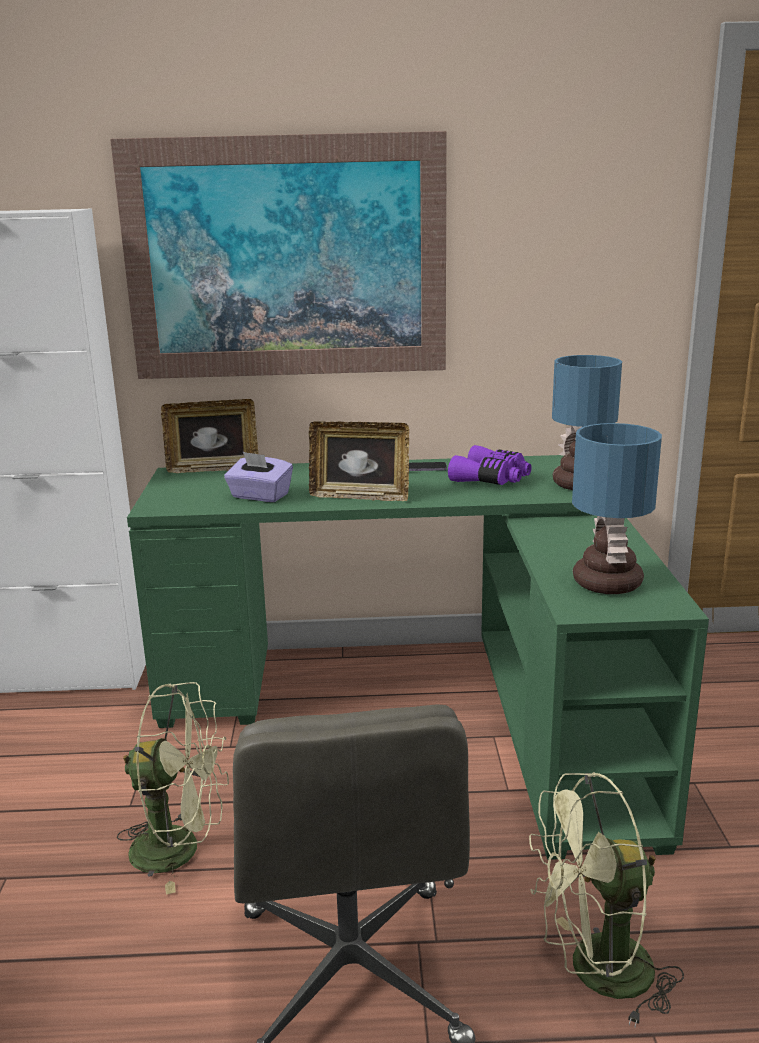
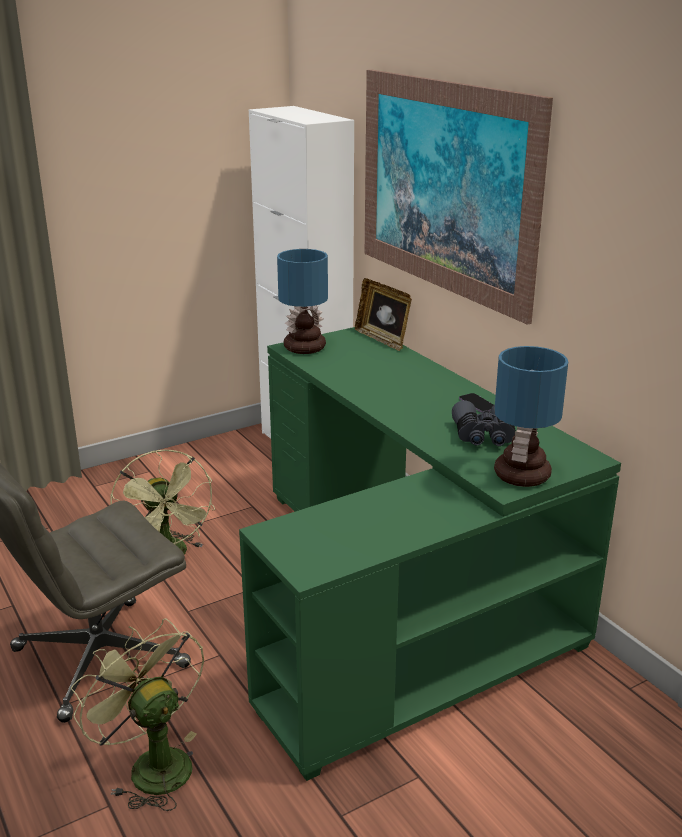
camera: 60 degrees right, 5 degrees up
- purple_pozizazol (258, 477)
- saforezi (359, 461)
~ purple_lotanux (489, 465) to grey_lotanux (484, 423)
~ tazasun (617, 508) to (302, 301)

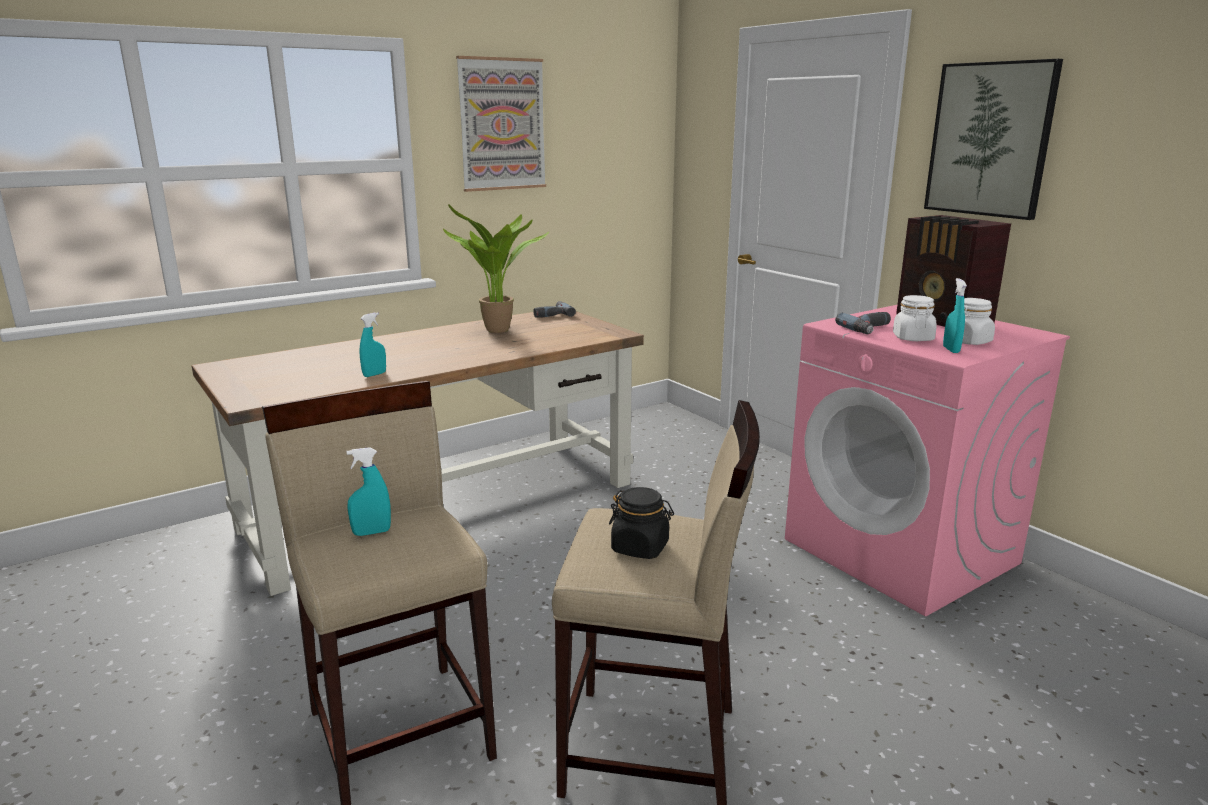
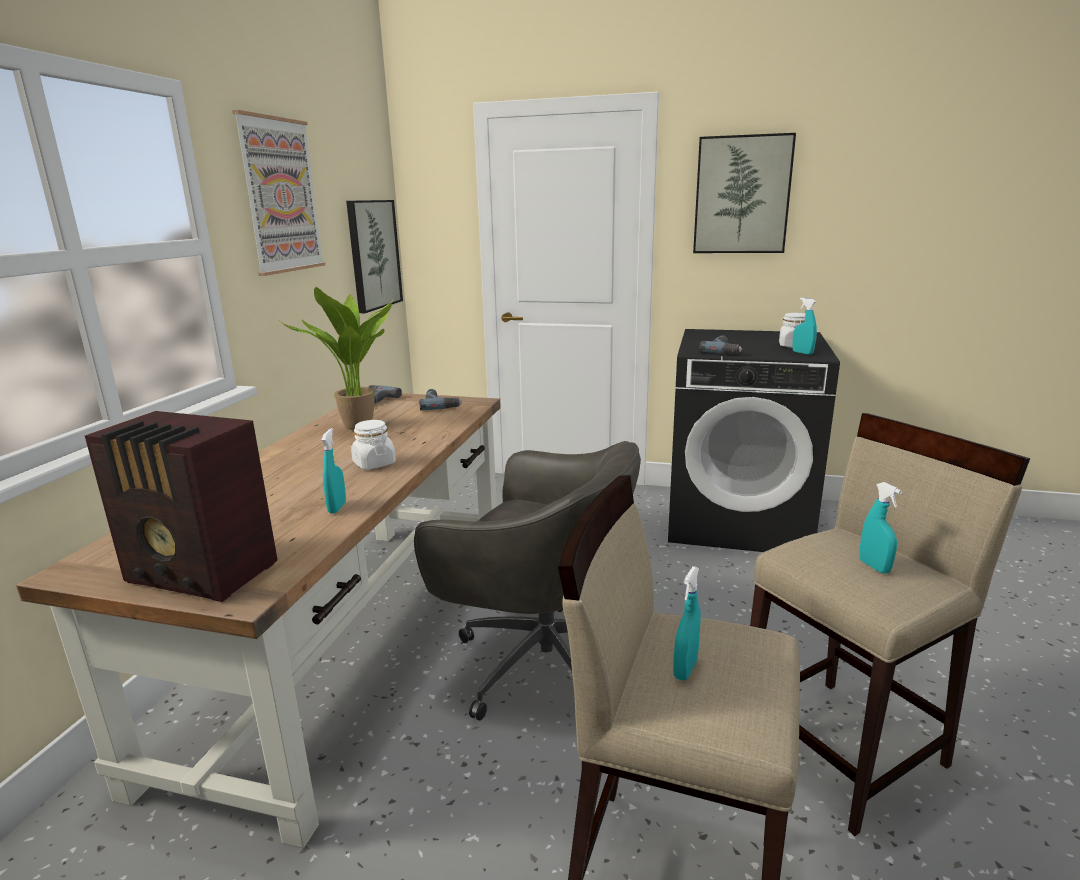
camera: 40 degrees left, 0 degrees up
~ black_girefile (641, 523) to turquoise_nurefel (880, 528)
~ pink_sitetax (927, 460) to black_sitetax (754, 440)
~ white_girefile (915, 318) to (373, 445)
~ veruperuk (953, 271) to (181, 506)
+ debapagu (374, 256)
+ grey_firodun (527, 581)
+ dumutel (440, 399)

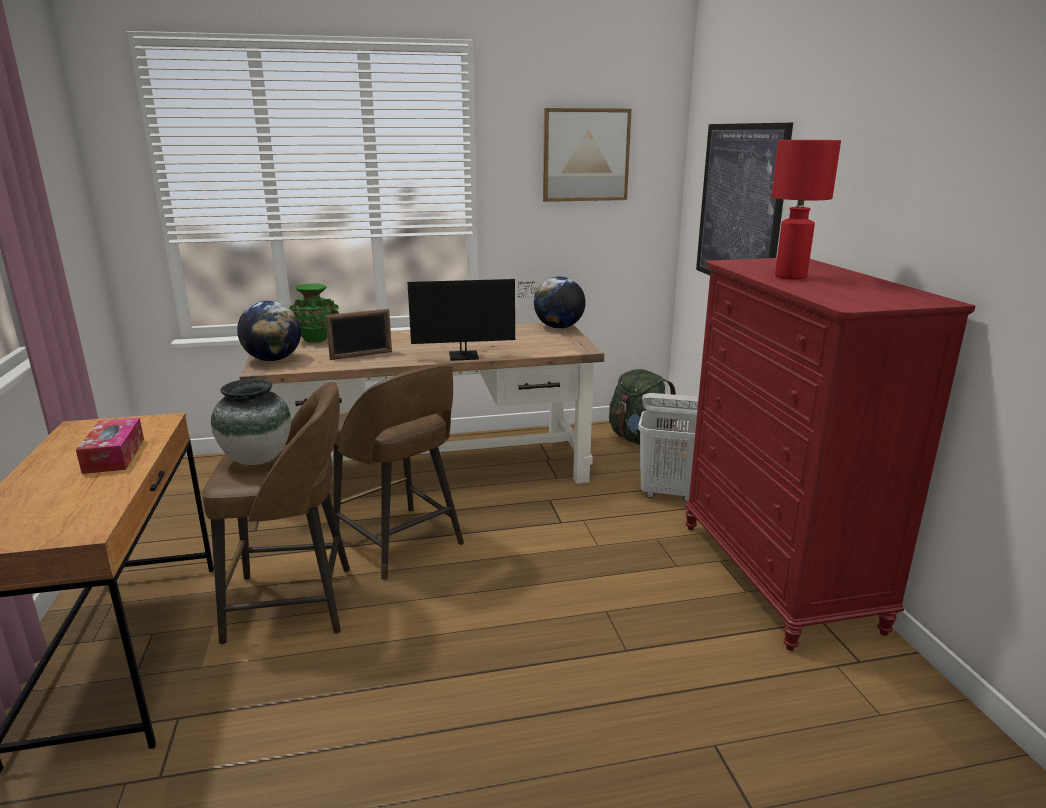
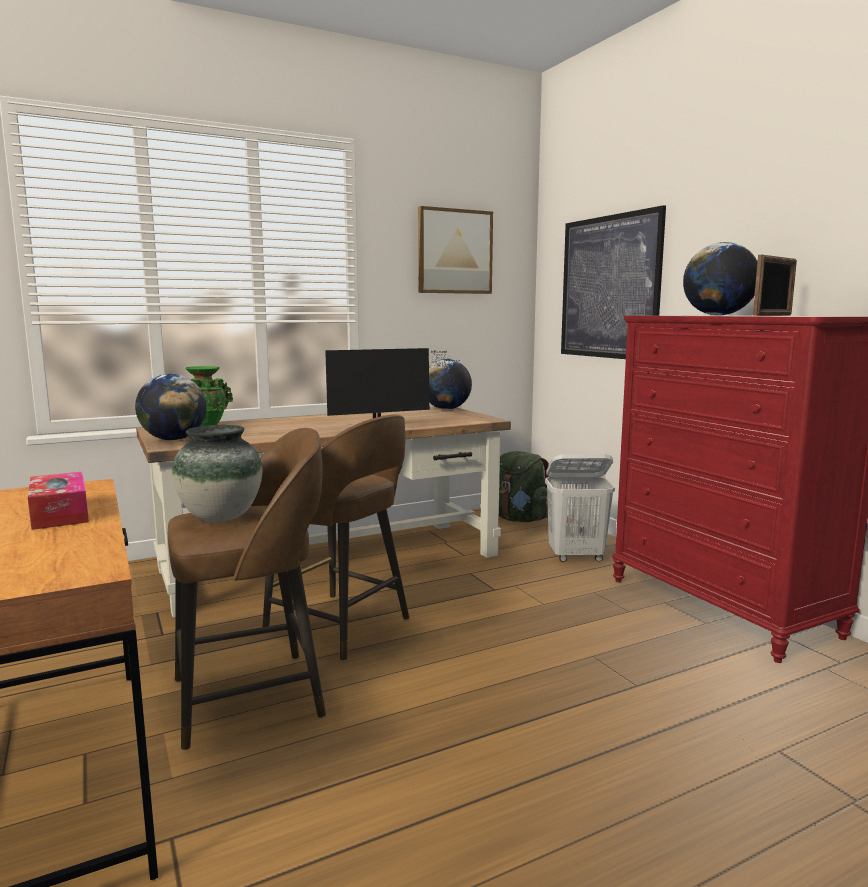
camera: 15 degrees left, 10 degrees down
~ saforezi (358, 334) to (775, 285)
~ red_tazasun (806, 209) to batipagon (720, 279)

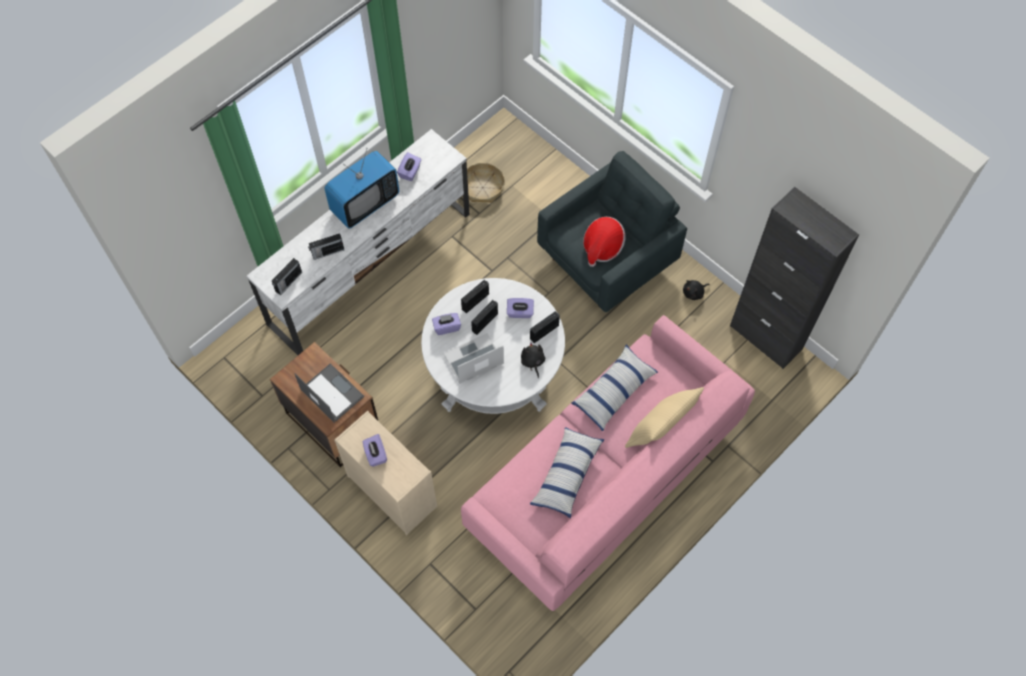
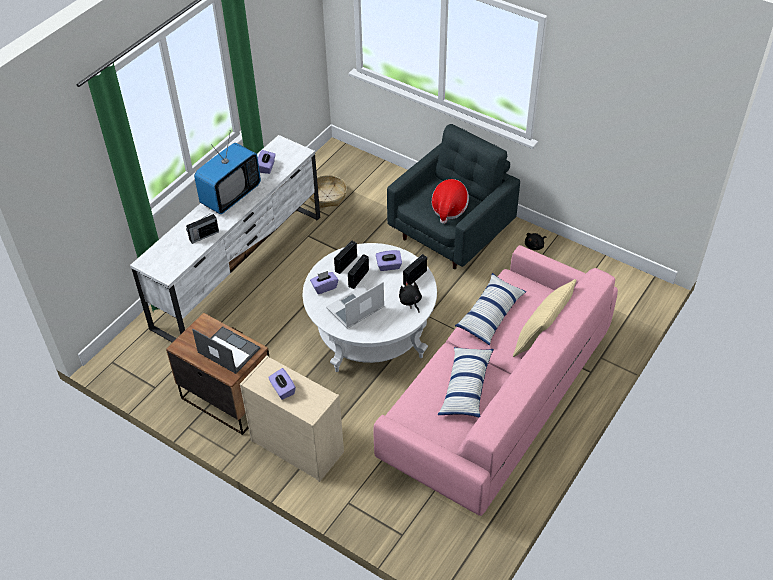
camera: 10 degrees left, 15 degrees down
- veruperuk (287, 276)
- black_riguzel (794, 278)

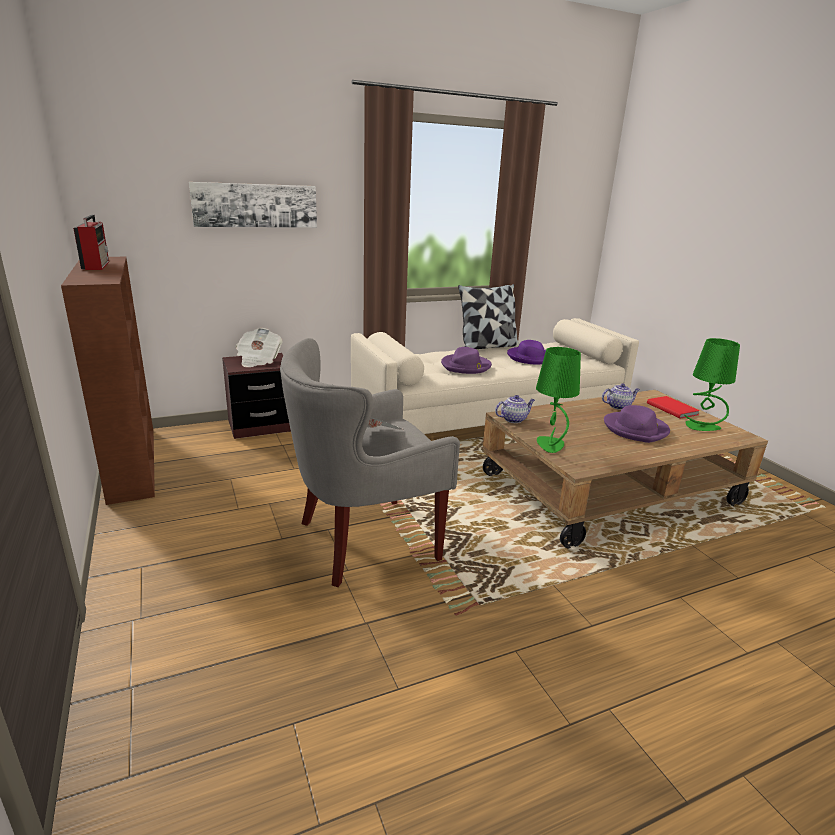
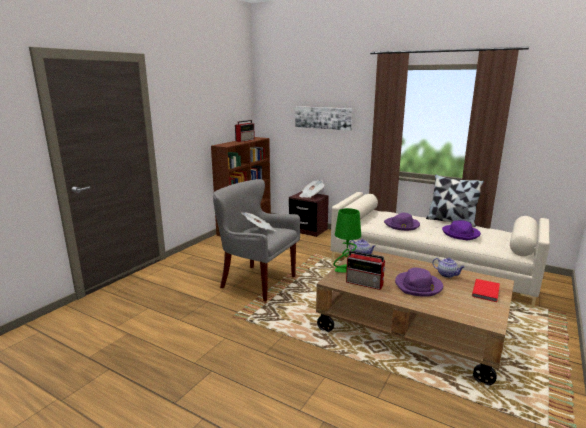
camera: 55 degrees right, 5 degrees down
- green_tazasun (712, 384)
+ veruperuk (366, 270)

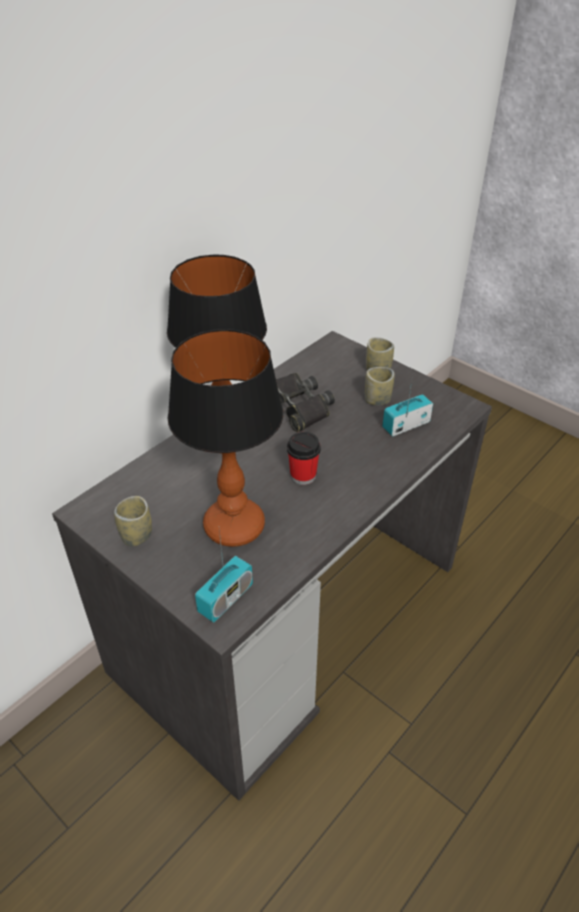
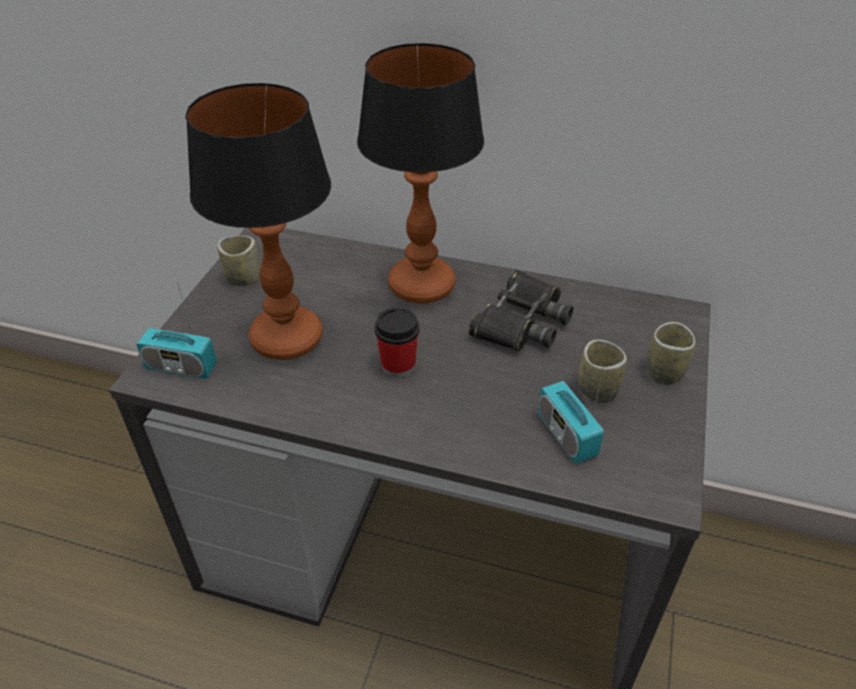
camera: 65 degrees right, 0 degrees up
~ veruperuk (407, 408) = (571, 412) 150 degrees counterclockwise

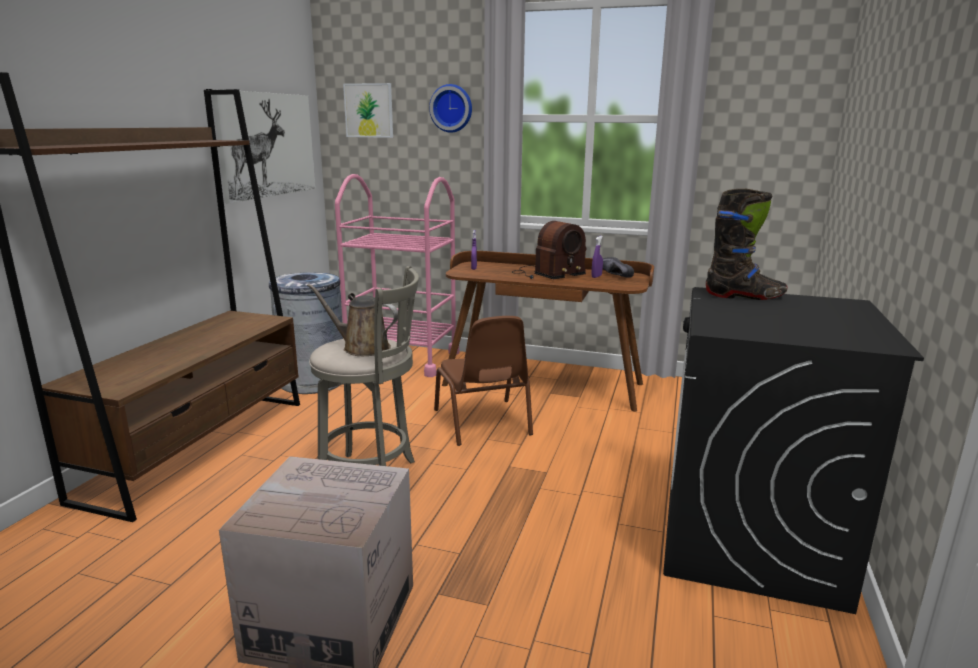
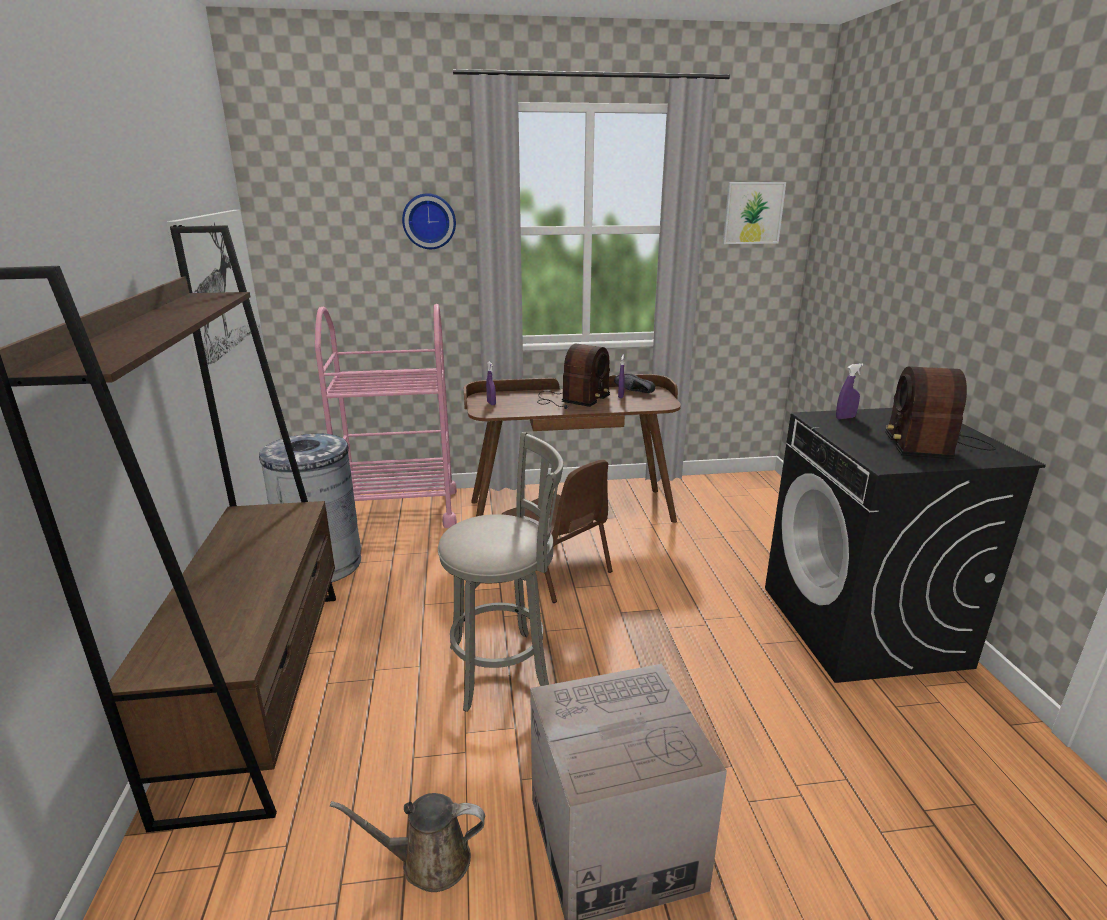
camera: 25 degrees left, 5 degrees up
~ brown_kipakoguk (352, 320) to (407, 842)
~ debapagu (368, 110) to (754, 213)
~ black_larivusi (746, 244) to purple_nurefel (849, 391)
+ veruperuk (940, 412)

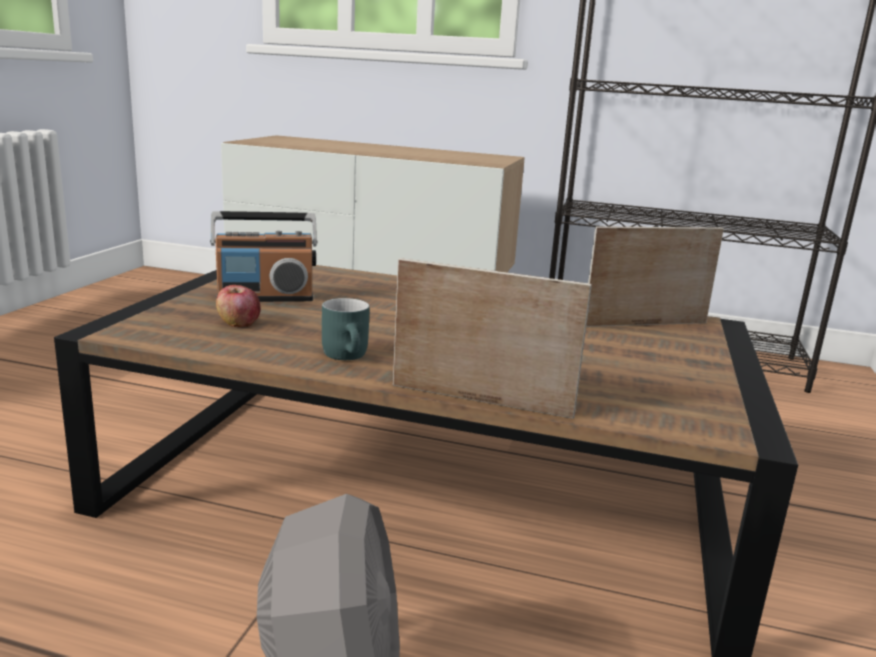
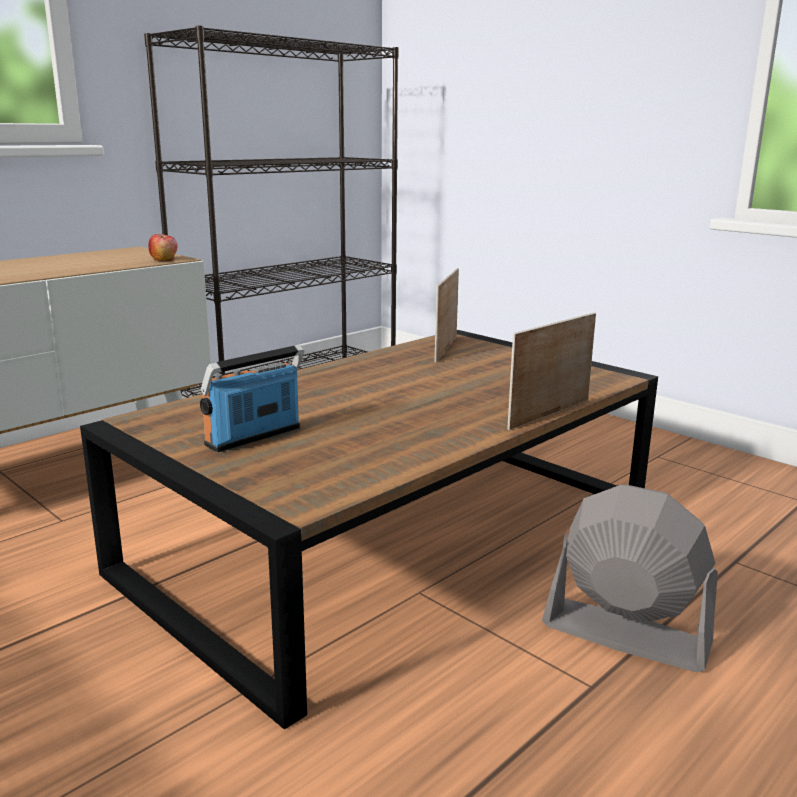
camera: 60 degrees left, 0 degrees up
~ veruperuk (263, 256) = (252, 398) 150 degrees counterclockwise
~ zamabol (238, 306) to (163, 247)
- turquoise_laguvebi (346, 329)

